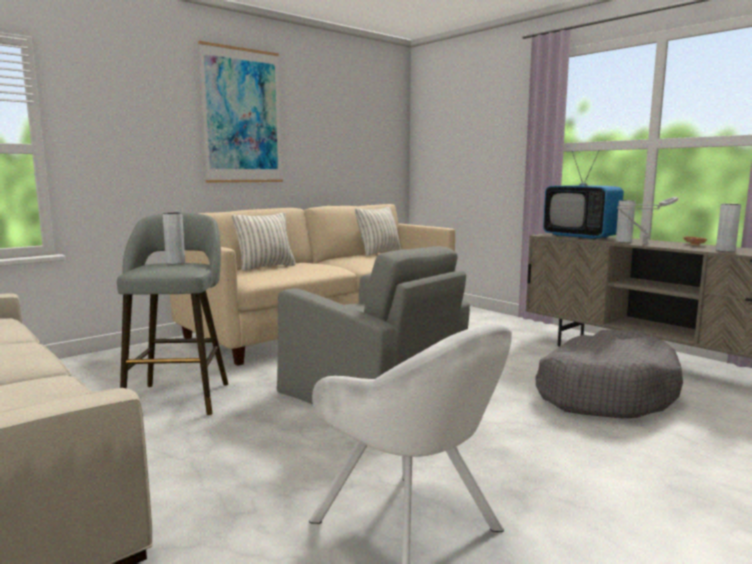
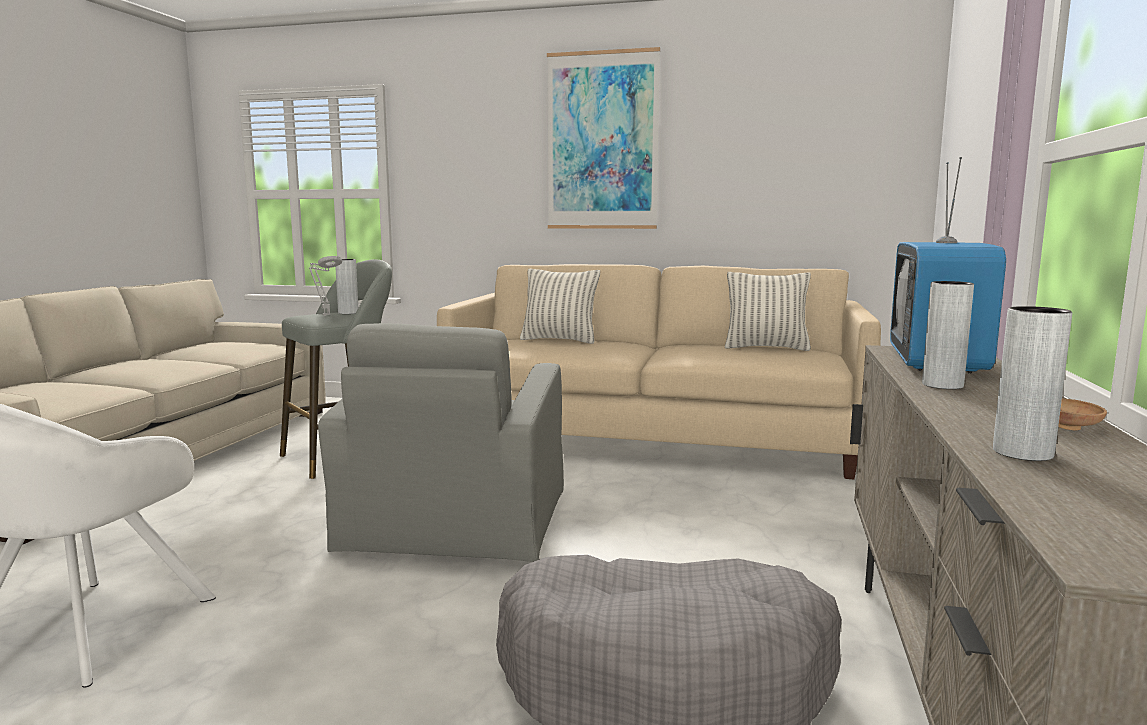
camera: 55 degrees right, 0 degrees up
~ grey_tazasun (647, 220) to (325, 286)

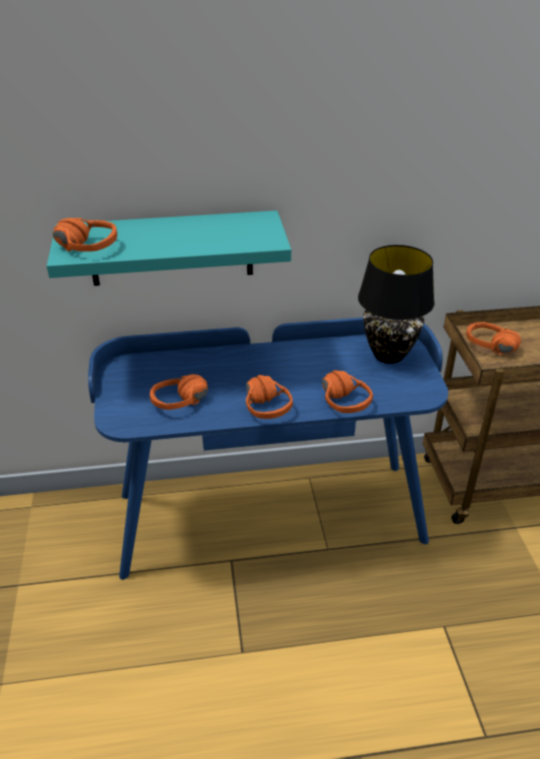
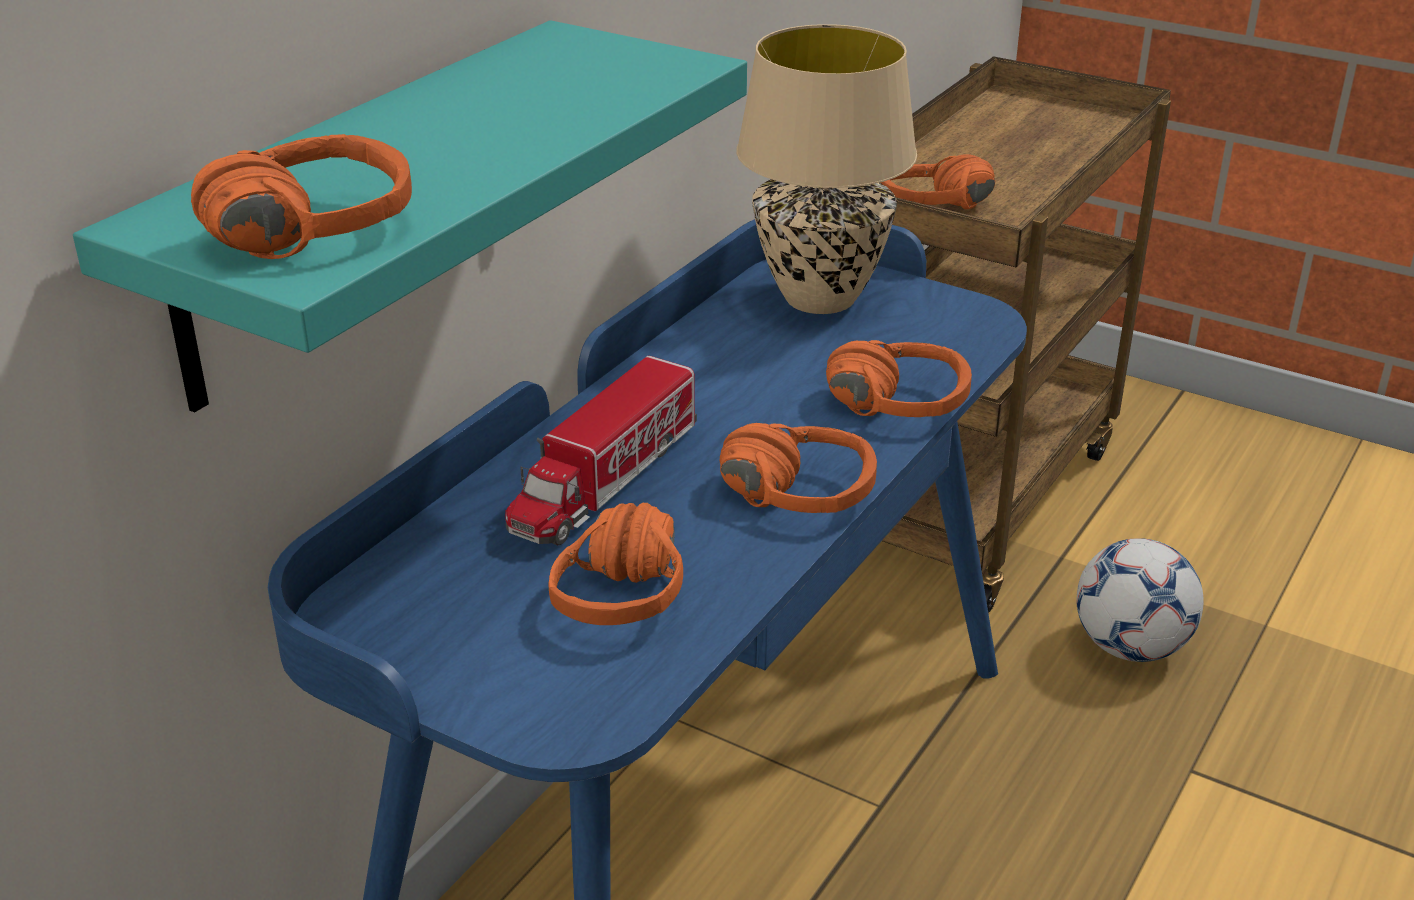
camera: 50 degrees left, 5 degrees down
~ black_tazasun (396, 304) to beige_tazasun (826, 169)
+ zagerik (601, 450)
+ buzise (1139, 600)

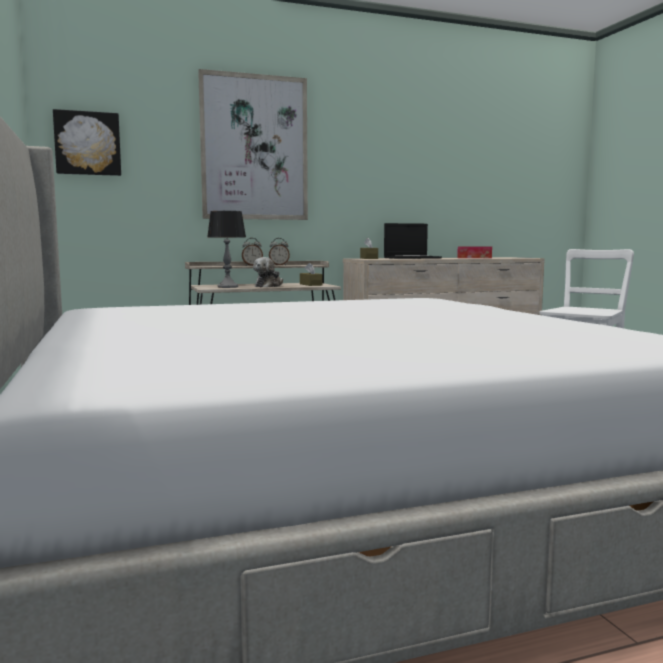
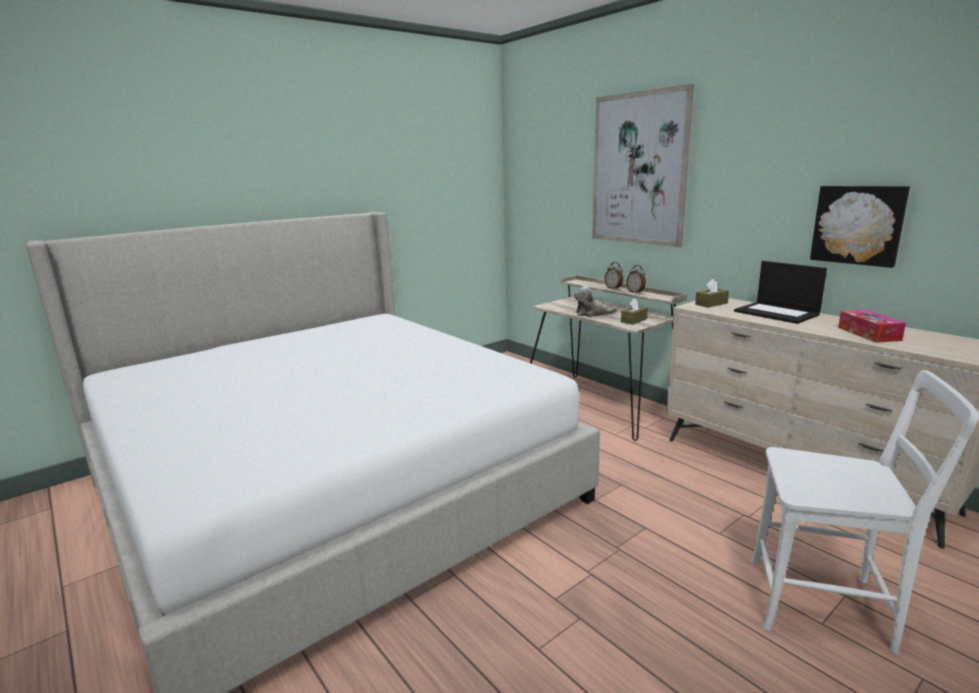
camera: 70 degrees right, 10 degrees up
~ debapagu (87, 142) to (860, 227)
- tazasun (226, 249)

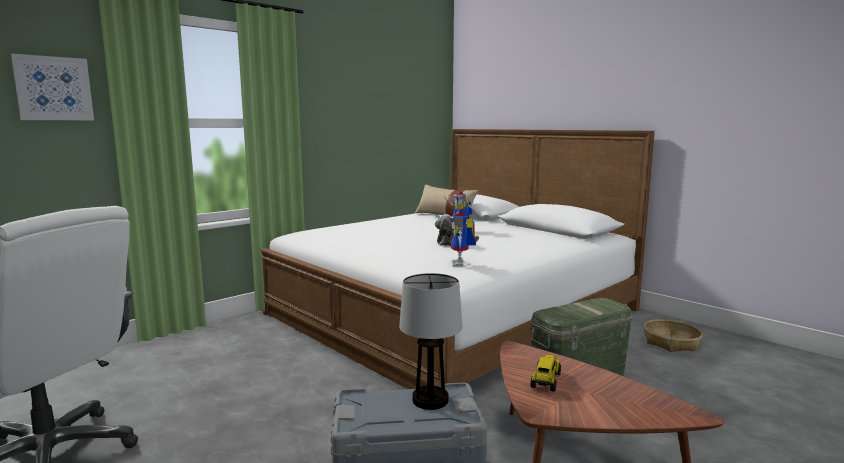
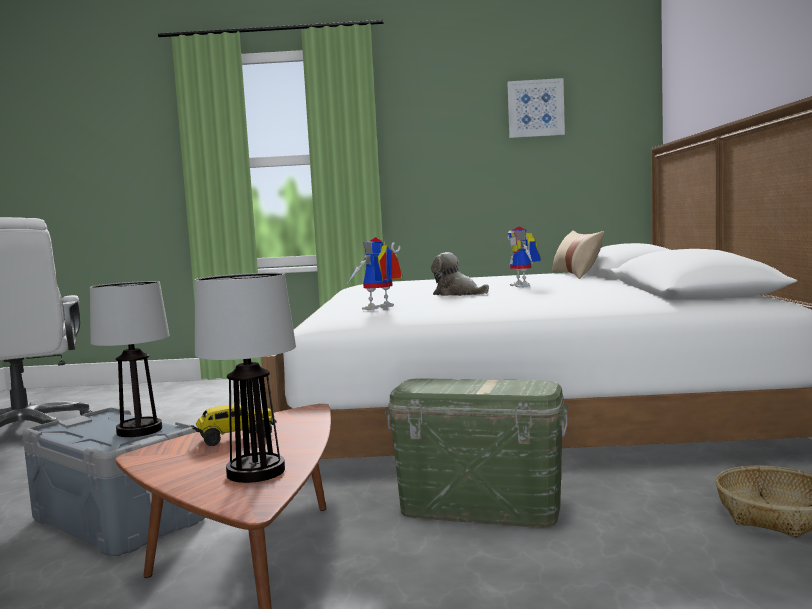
camera: 45 degrees right, 5 degrees down
~ debapagu (52, 86) to (536, 108)
+ tazasun (245, 378)

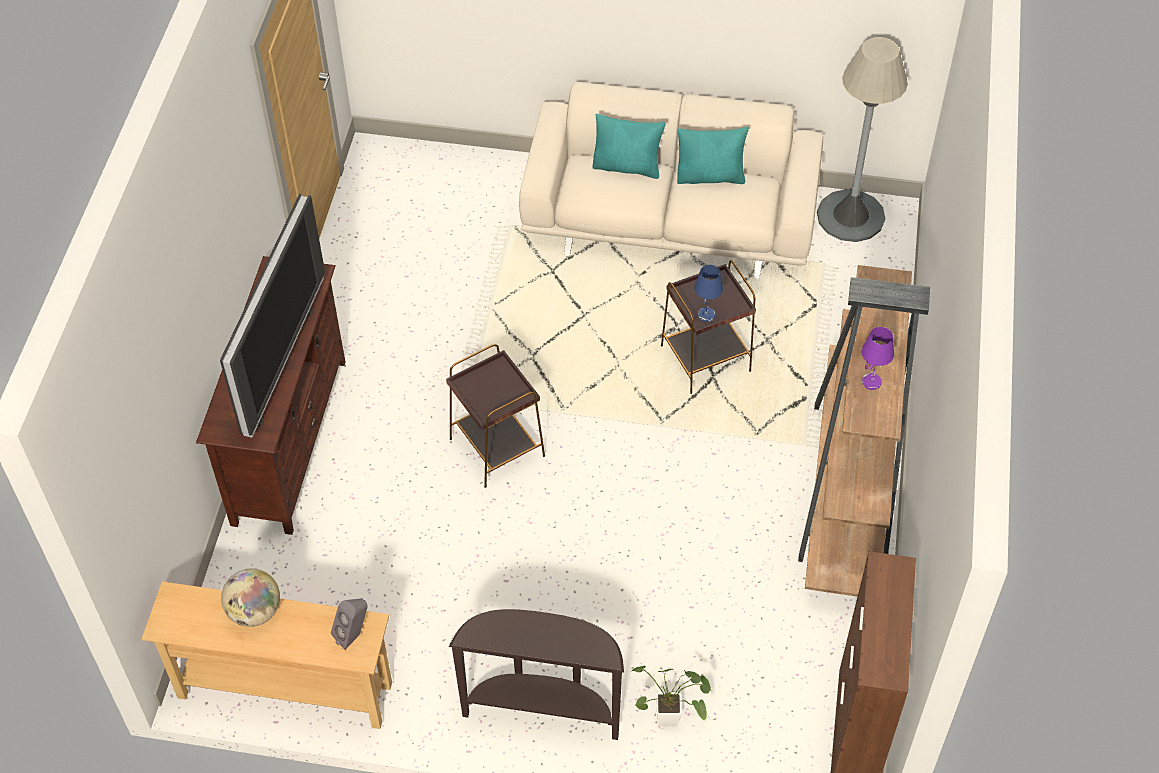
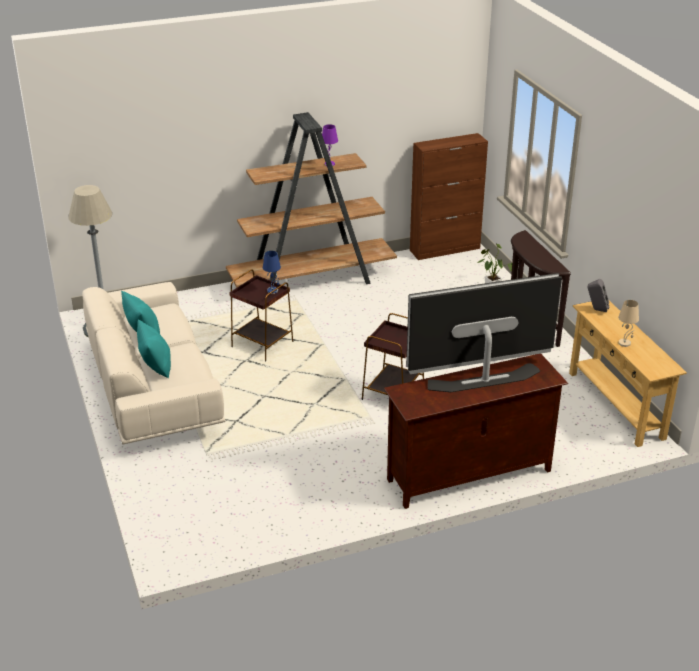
camera: 120 degrees left, 20 degrees down
~ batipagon (250, 598) to beige_tazasun (628, 323)

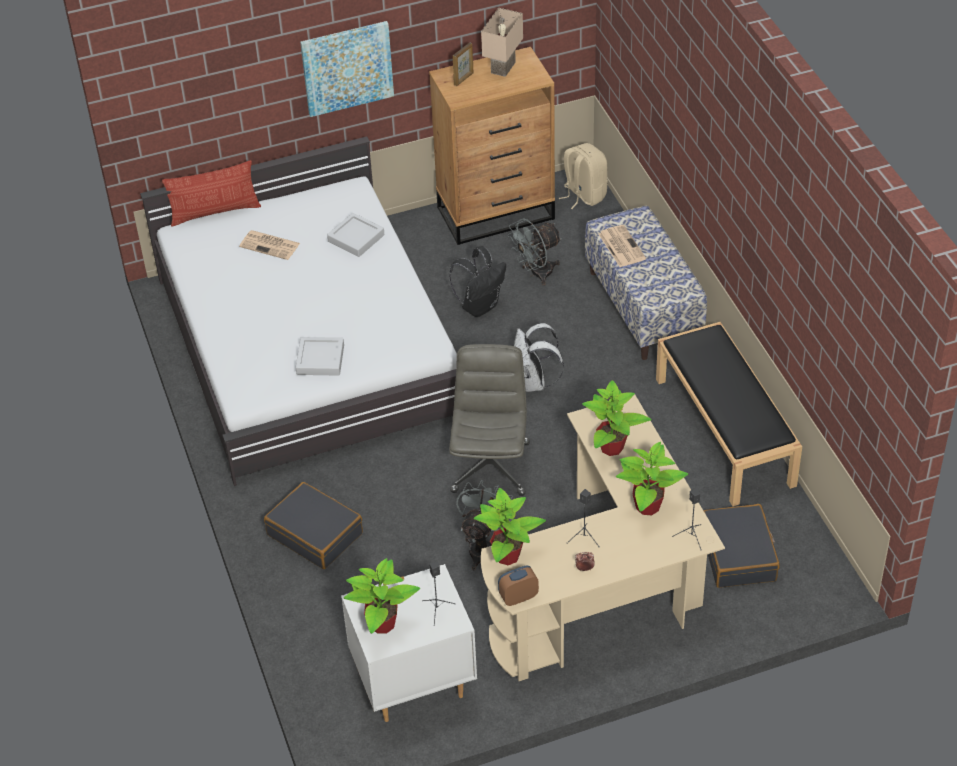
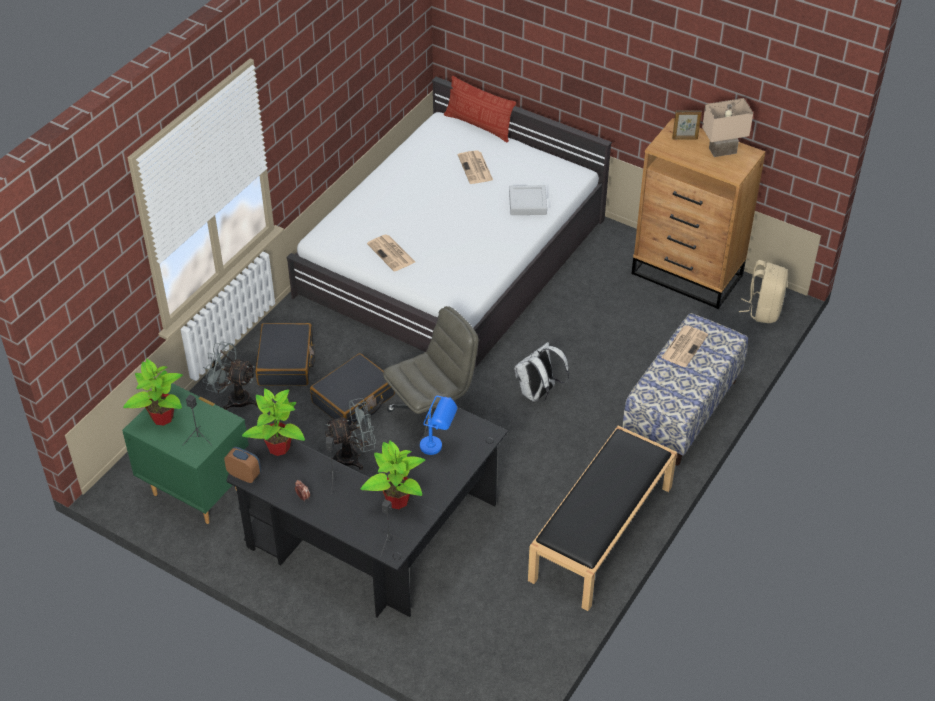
camera: 50 degrees right, 0 degrees up
~ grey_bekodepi (319, 356) to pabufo (391, 253)
- debapagu (347, 69)
~ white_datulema (409, 643) to green_datulema (185, 453)
- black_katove (477, 281)
~ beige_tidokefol (603, 537) to black_tidokefol (367, 512)
~ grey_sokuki (534, 251) to (230, 376)
~ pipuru (617, 418) to blue_tazasun (438, 425)
~ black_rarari (741, 546) to (352, 389)

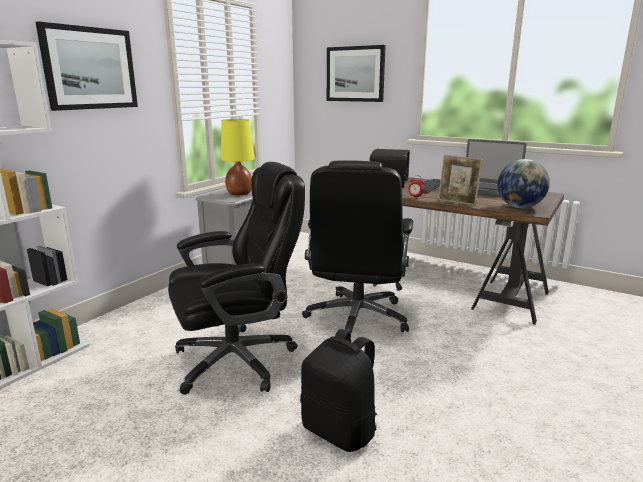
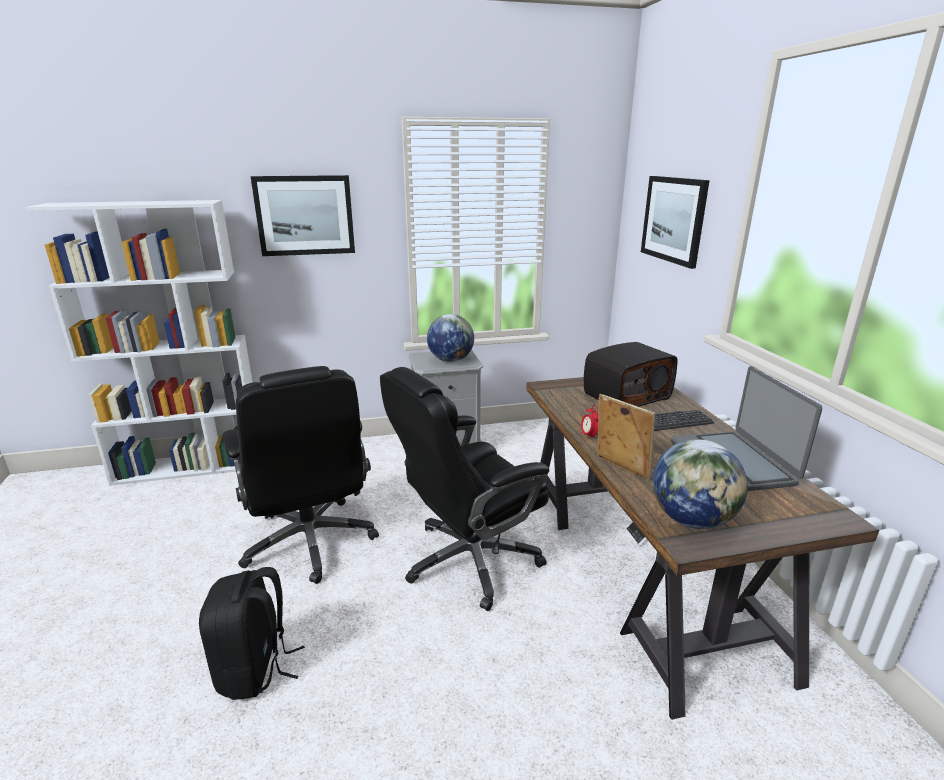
camera: 45 degrees right, 5 degrees up
~ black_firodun (236, 278) = (301, 475) 45 degrees clockwise
~ yellow_tazasun (238, 157) to batipagon (450, 338)
~ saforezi (460, 180) = (626, 437) 150 degrees clockwise

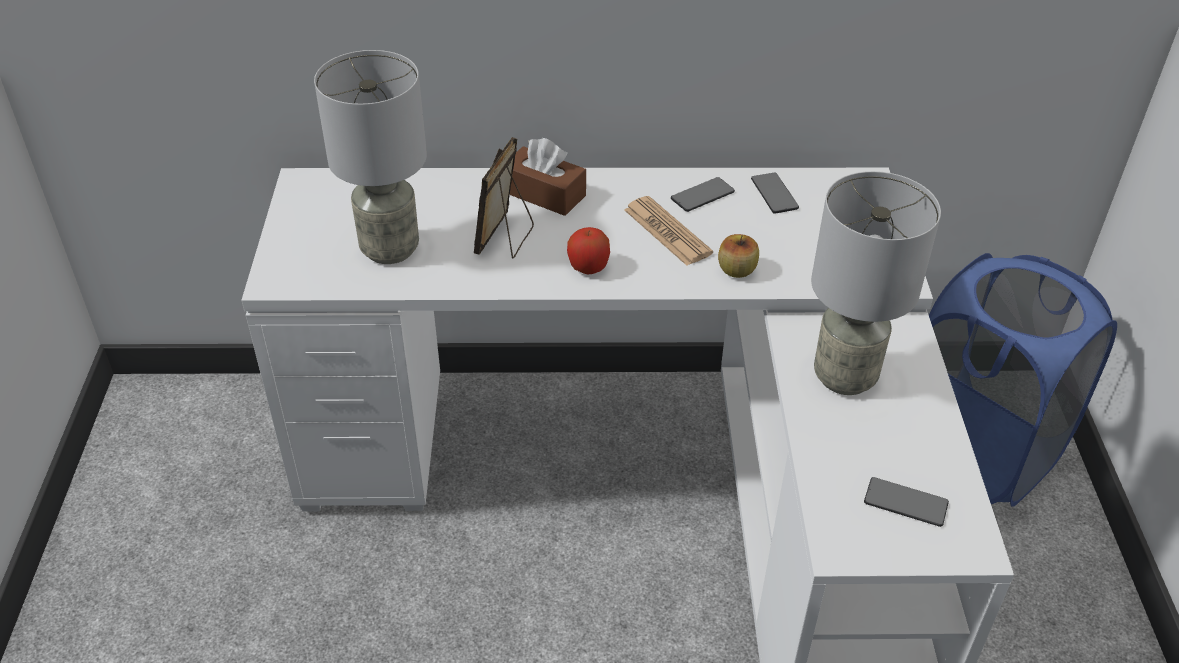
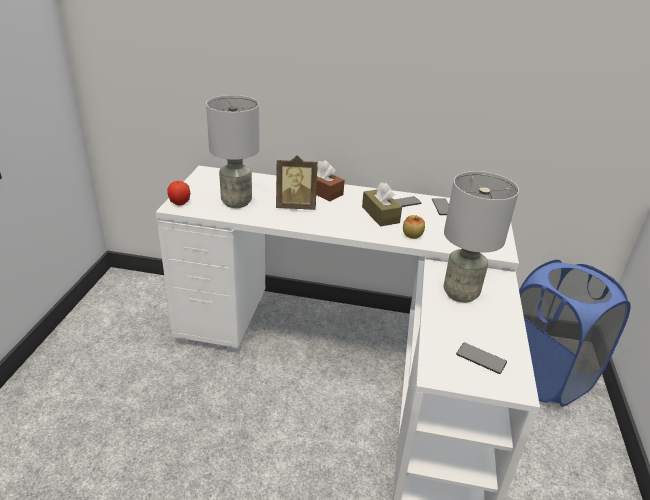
camera: 10 degrees right, 10 degrees down
~ saforezi (504, 198) = (297, 182) 120 degrees counterclockwise
~ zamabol (588, 250) to (178, 193)
~ pabufo (668, 231) to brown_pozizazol (382, 204)

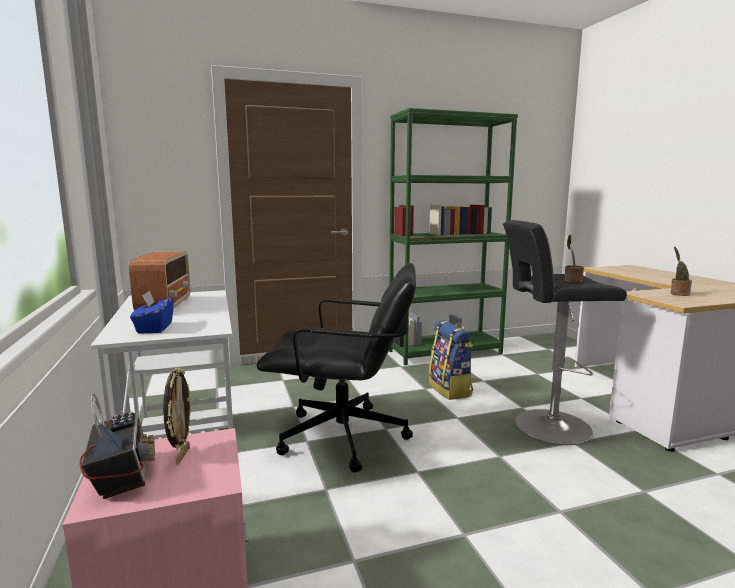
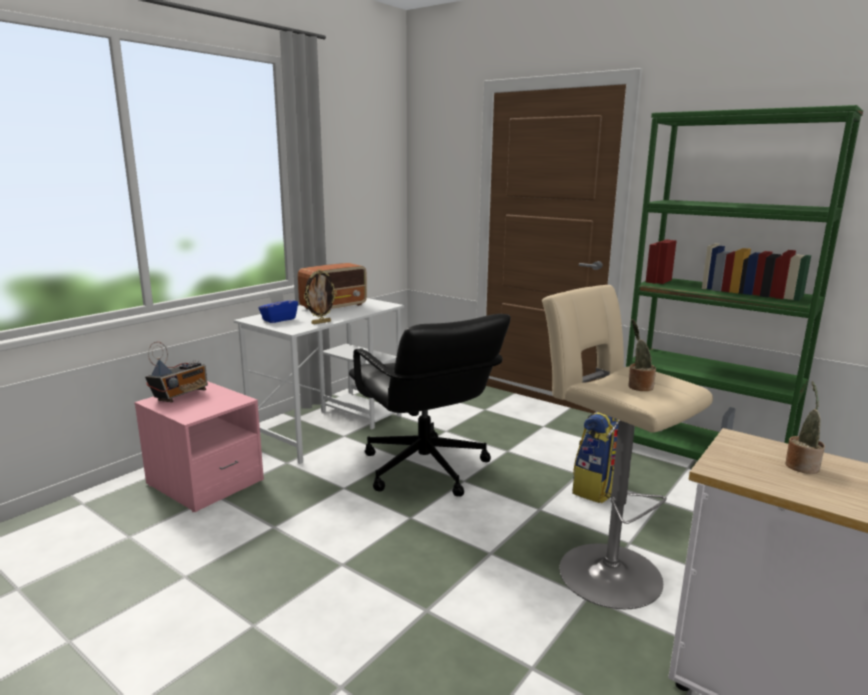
camera: 55 degrees right, 5 degrees up
~ saforezi (177, 416) to (320, 296)
~ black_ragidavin (565, 332) to beige_ragidavin (627, 447)

